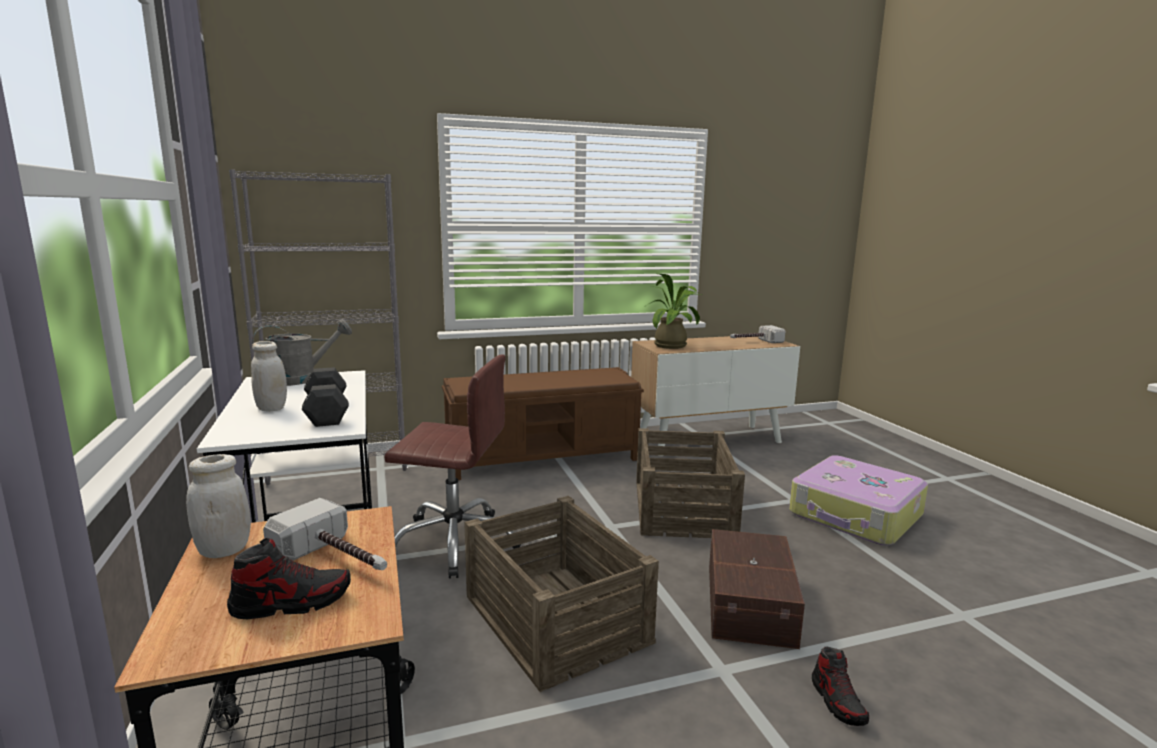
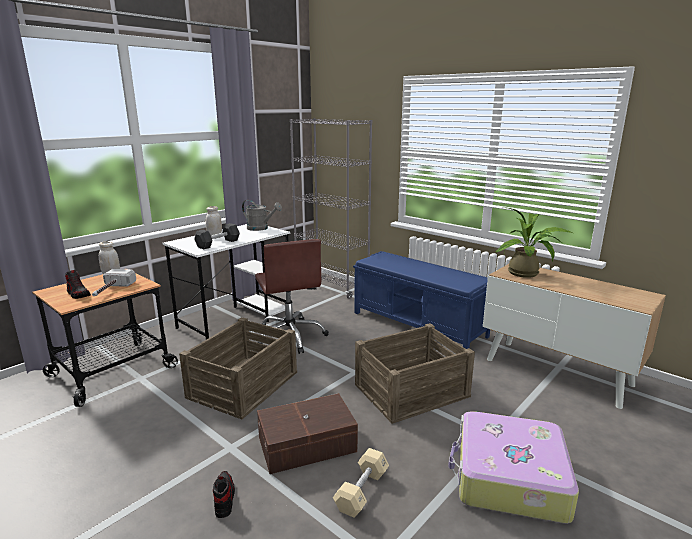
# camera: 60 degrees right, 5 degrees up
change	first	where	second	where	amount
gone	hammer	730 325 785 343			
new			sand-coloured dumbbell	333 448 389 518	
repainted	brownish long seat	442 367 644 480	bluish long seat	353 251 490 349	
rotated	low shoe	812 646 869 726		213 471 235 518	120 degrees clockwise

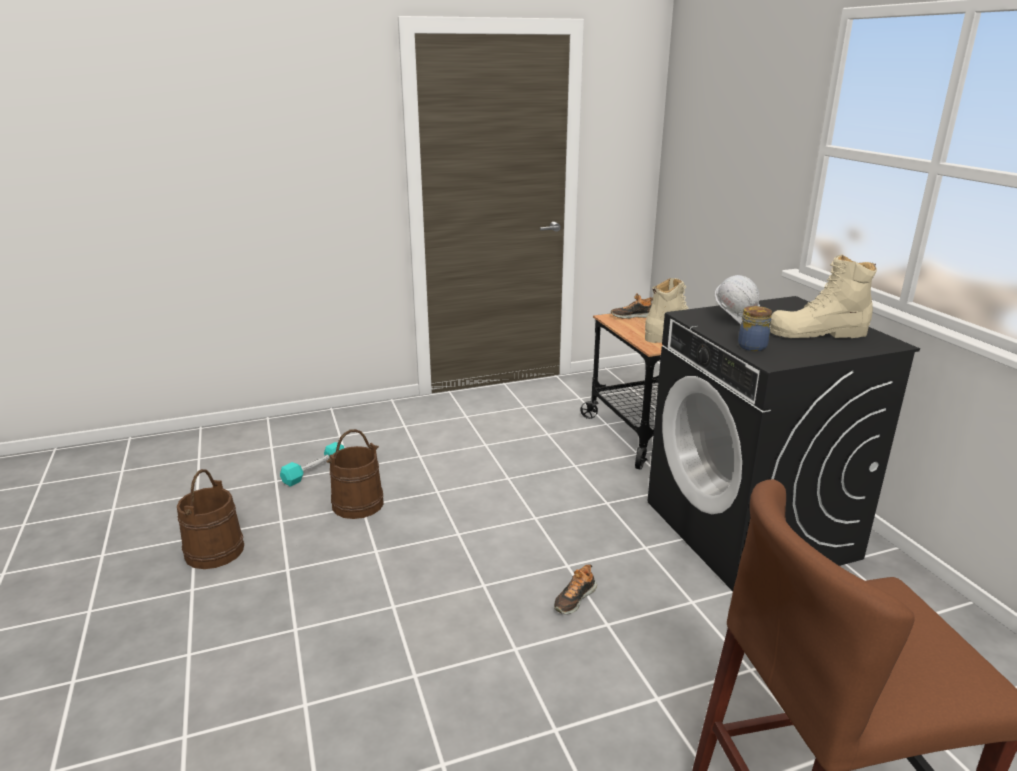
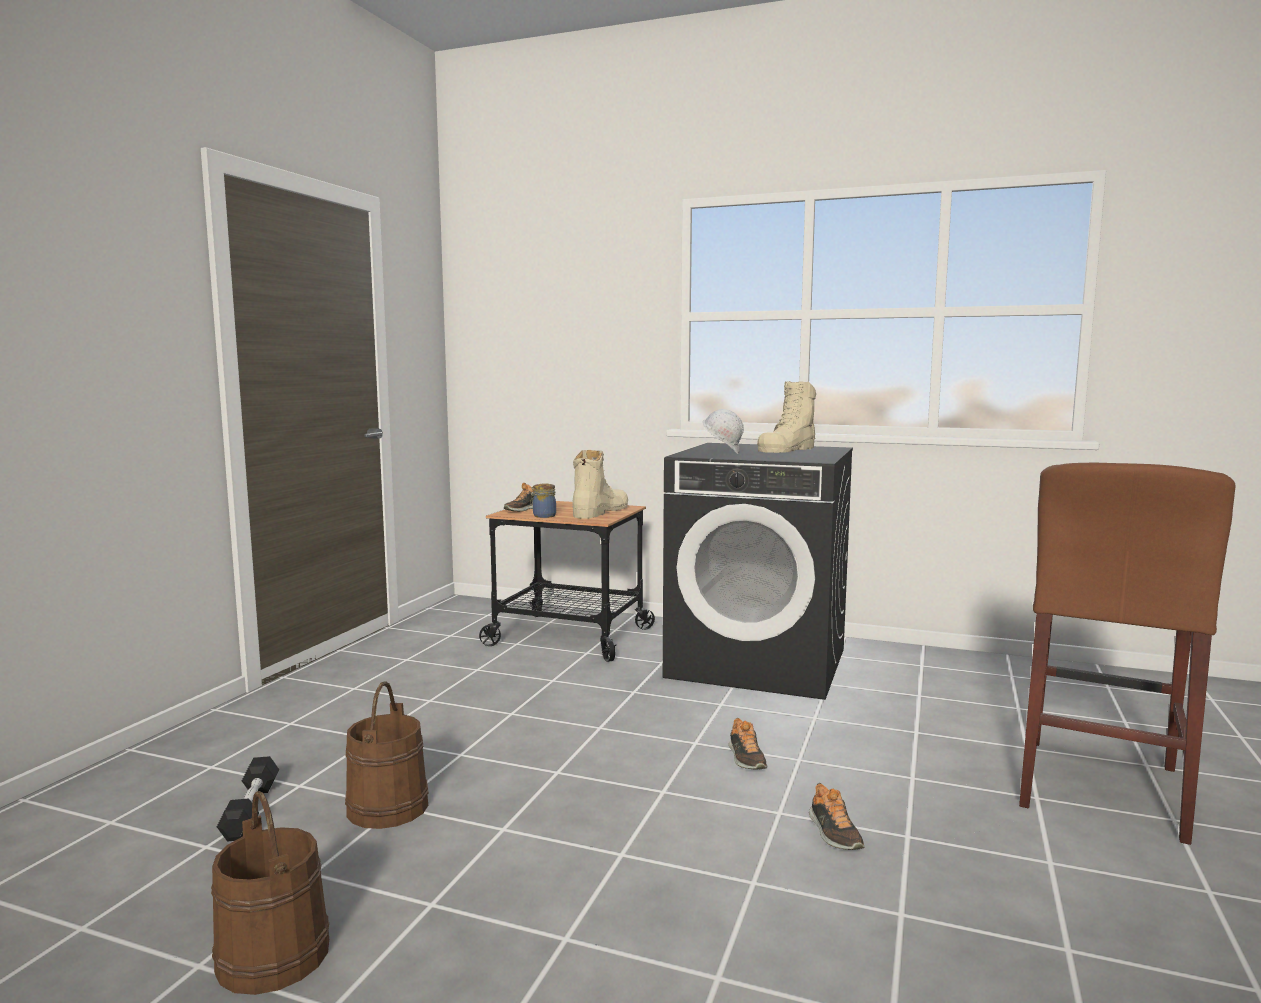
# camera: 50 degrees left, 15 degrees down
change	first	where	second	where	amount
new			low shoe	809 783 865 850	
shifted	jar	738 306 772 351		530 484 556 518	
repainted	turquoise-coloured dumbbell	280 442 344 487	black-coloured dumbbell	217 756 279 842	

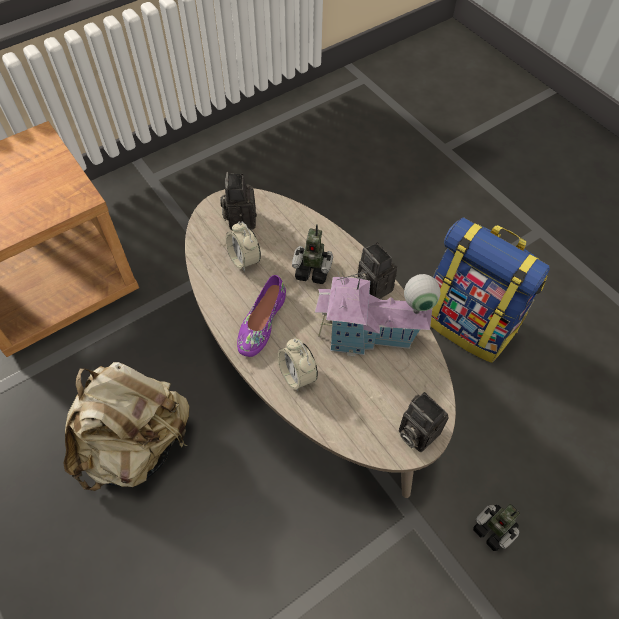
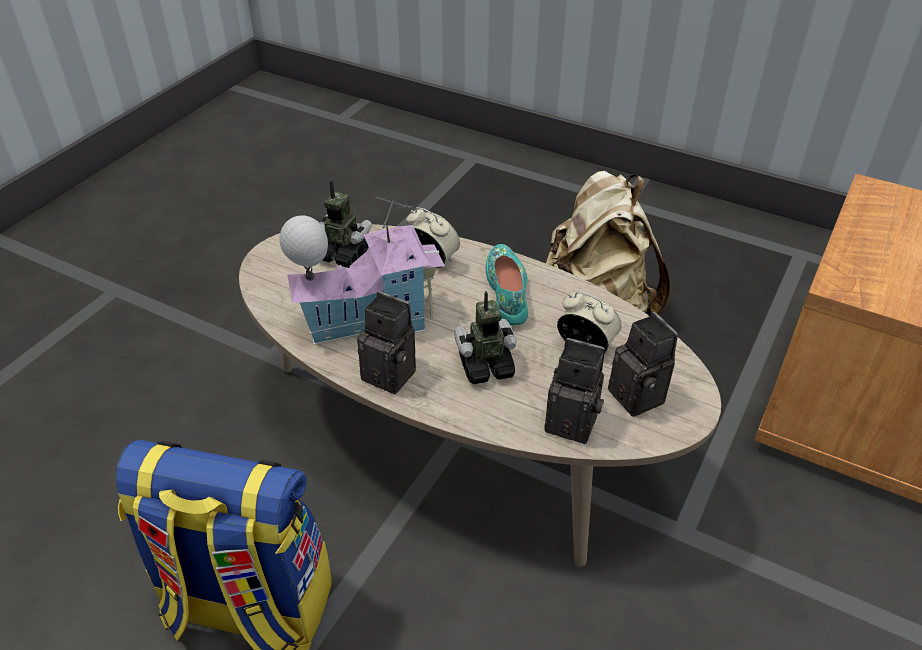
# camera: 155 degrees right, 15 degrees down
change	first	where	second	where	amount
shifted	still camera	399 392 448 452		544 338 605 444	
shifted	robot figure	473 504 520 551		319 180 372 268	
repainted	purplish low shoe	237 275 286 357	turquoise-coloured low shoe	486 244 528 325	

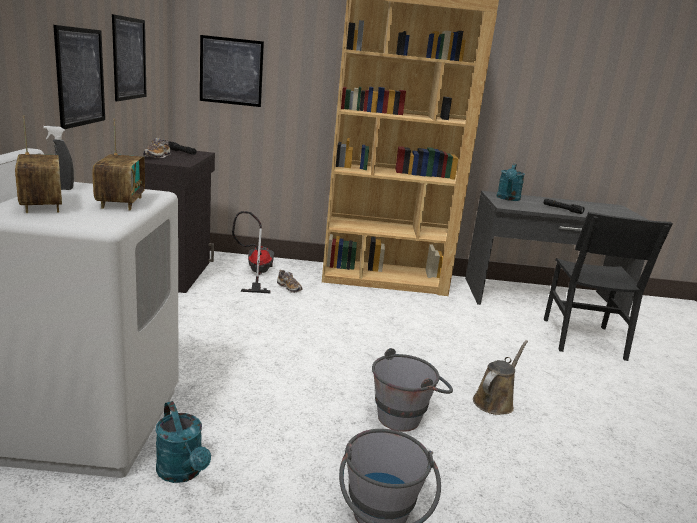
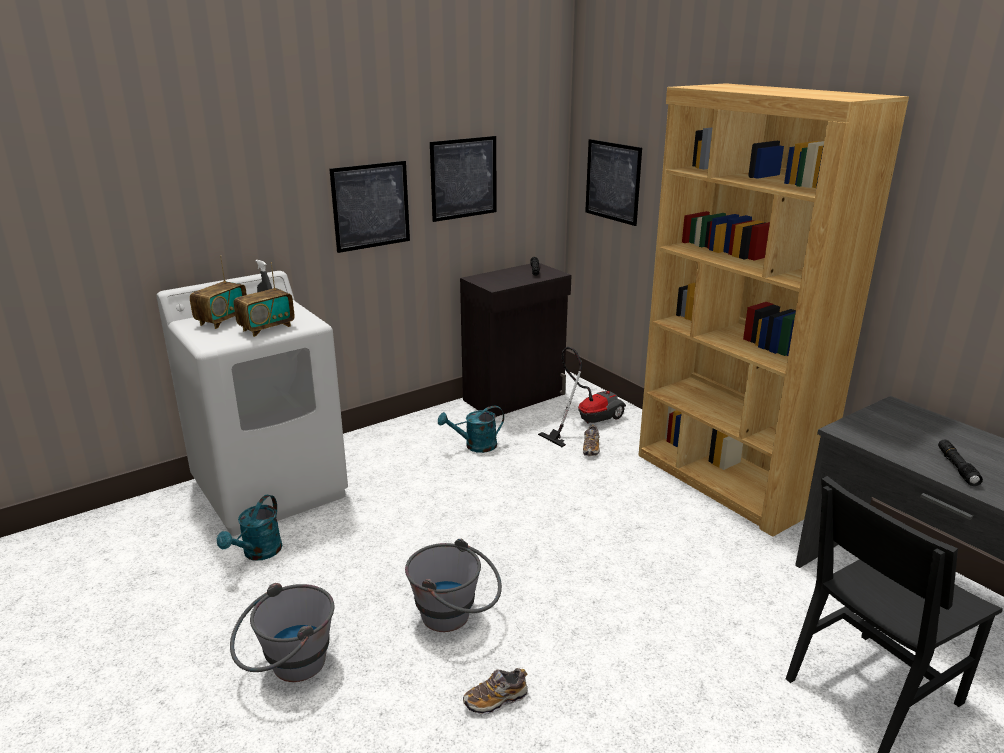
# camera: 55 degrees right, 5 degrees up
change	first	where	second	where	amount
gone	brownish watering can	473 340 528 415			
shifted	low shoe	143 138 171 158		463 668 528 714	
shifted	turquoise-coloured watering can	497 163 525 201		438 406 504 453	

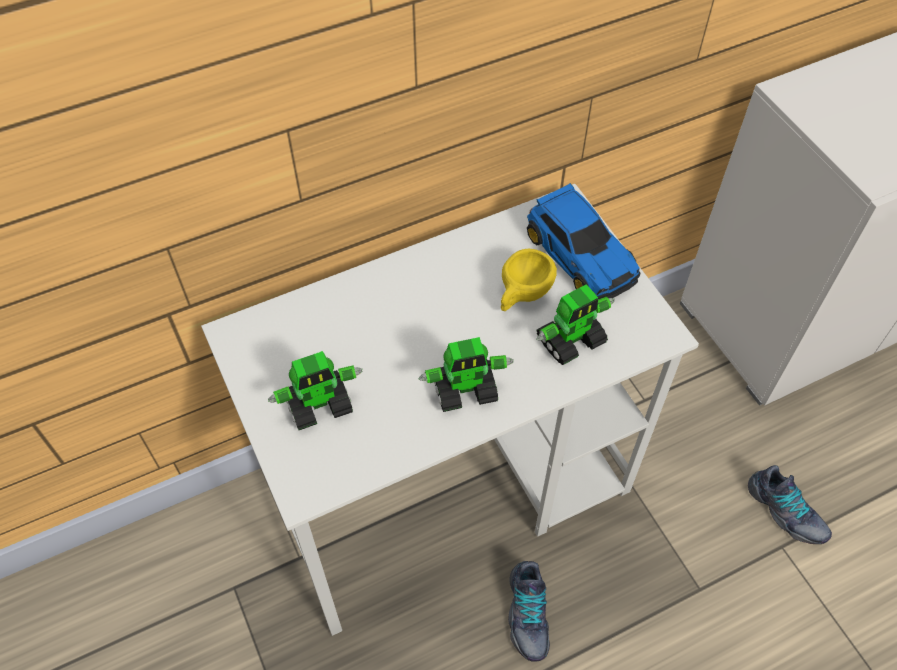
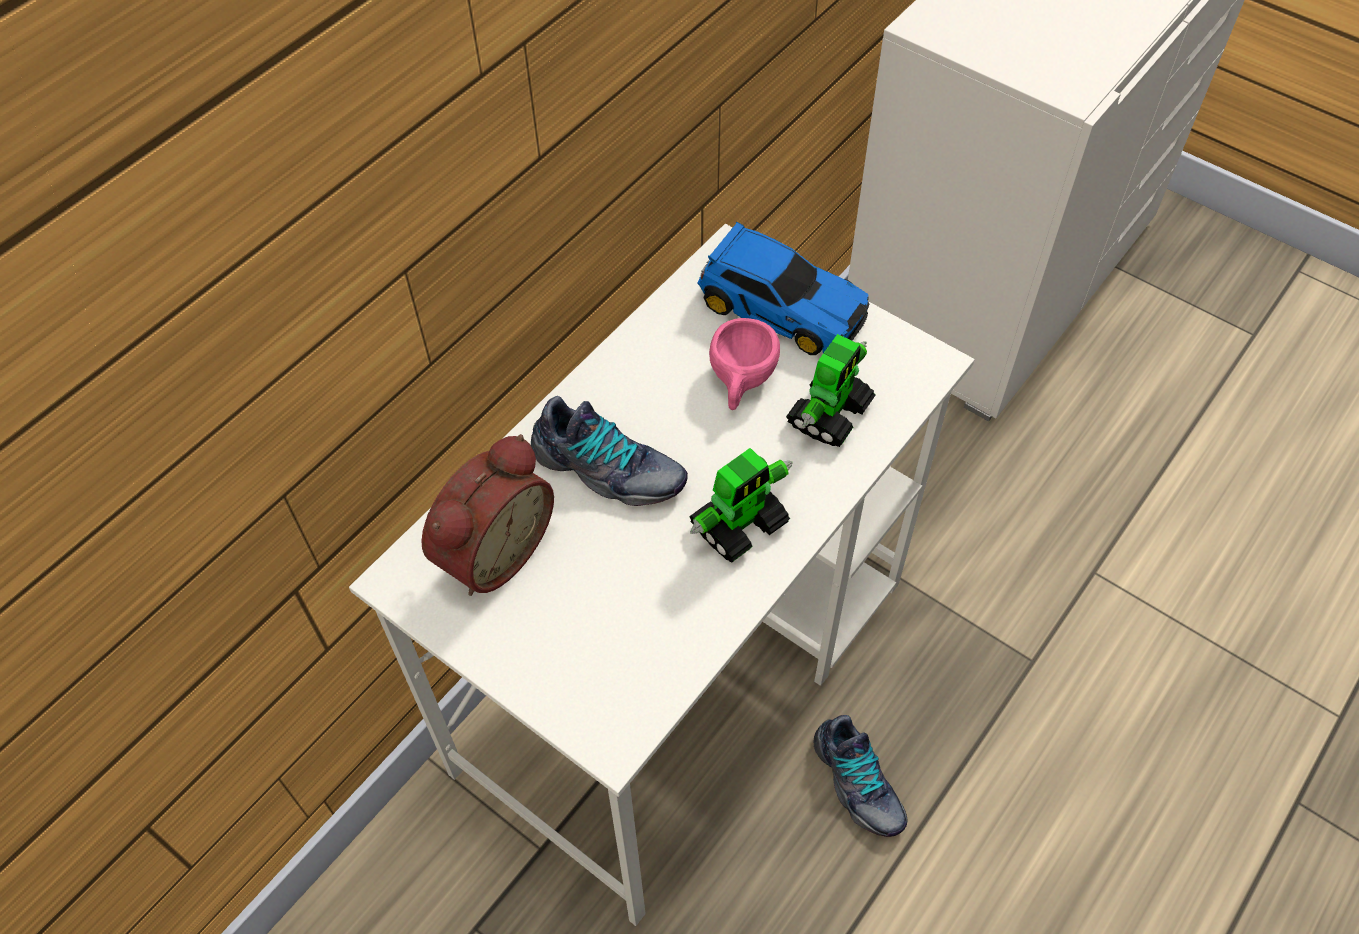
# camera: 25 degrees left, 0 degrees up
change	first	where	second	where	amount
gone	robot figure	268 351 363 430			
new			alarm clock	421 434 554 596	
shifted	low shoe	748 465 832 544		531 396 688 506	
repainted	yellow small cup	501 249 557 311	pink small cup	709 318 780 410	

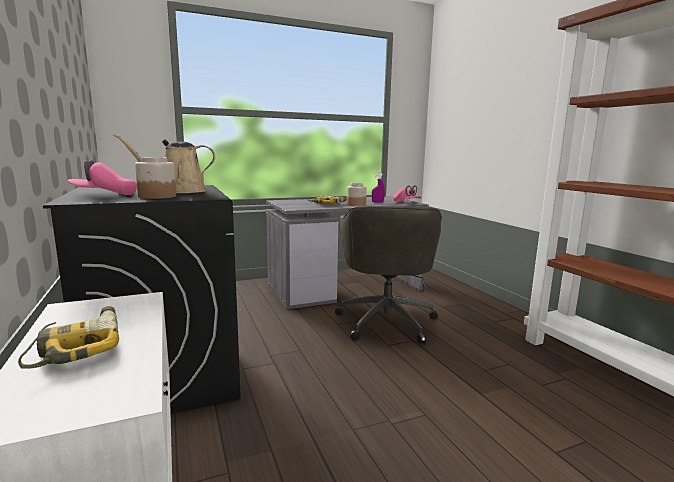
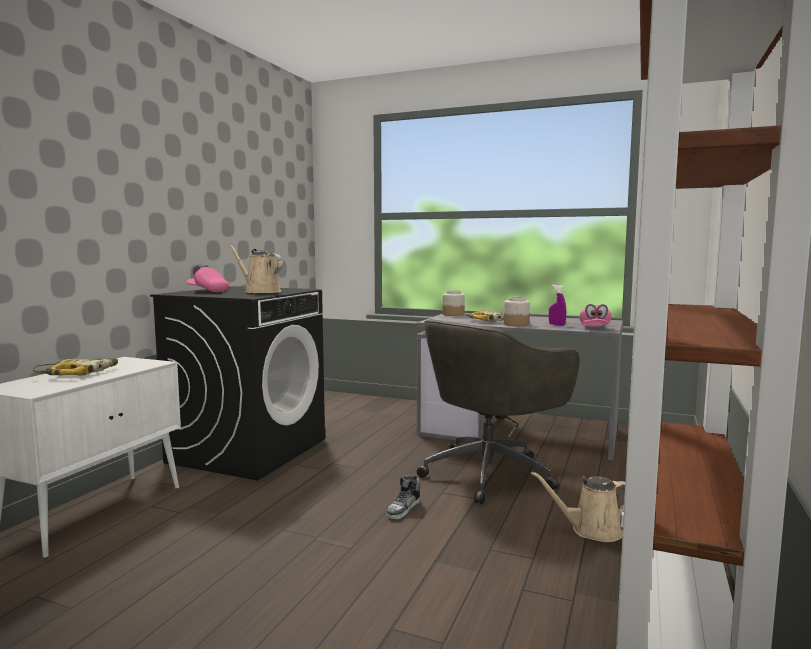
# camera: 45 degrees right, 5 degrees down
change	first	where	second	where	amount
new			low shoe	386 475 420 519	
new			sand-coloured watering can	531 471 625 542	
shifted	jar	135 157 176 199		443 290 465 316	

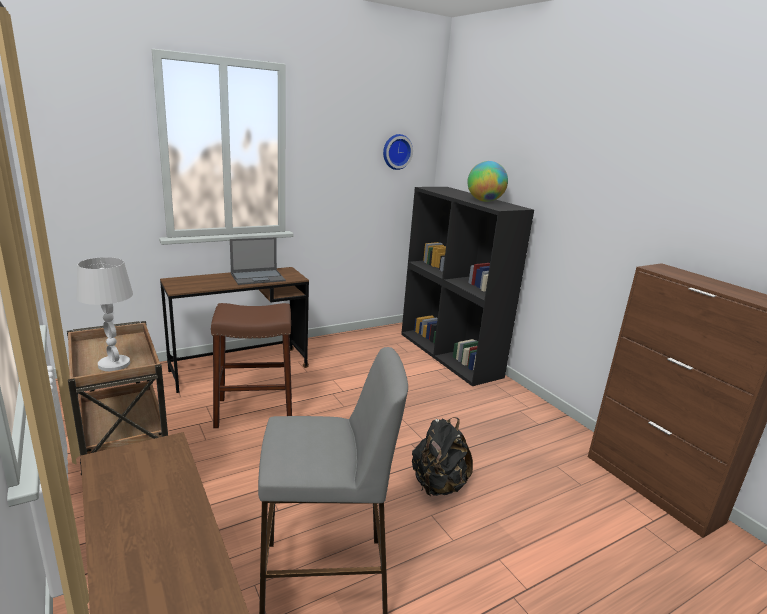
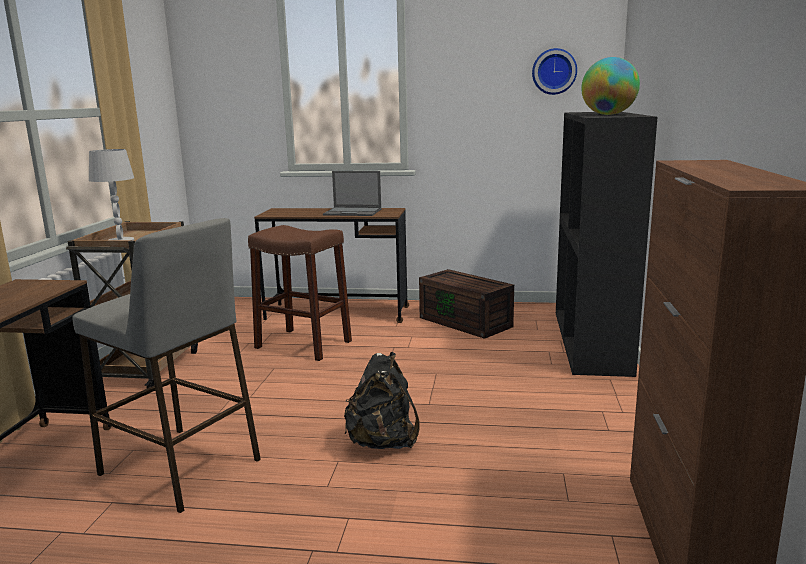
# camera: 40 degrees right, 5 degrees down
change	first	where	second	where	amount
new			brownish storage bin	419 269 514 339	

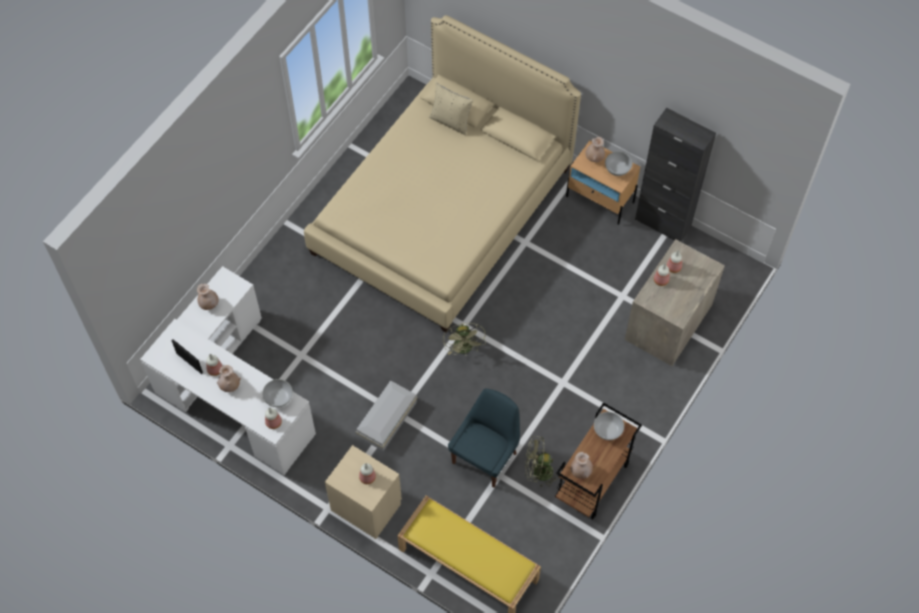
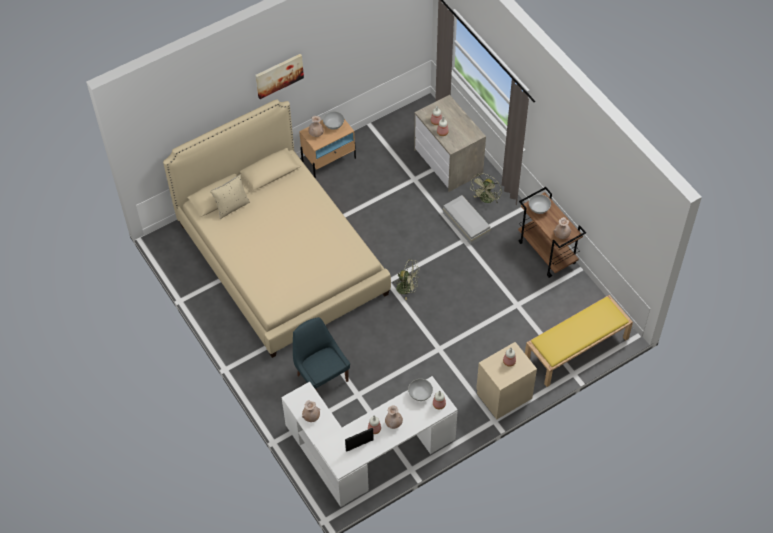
# camera: 65 degrees left, 5 degrees down
change	first	where	second	where	amount
gone	black-coloured cabinet	635 108 716 242			
new			picture	255 54 304 99	
shifted	whitish storage bin	356 380 417 451		443 195 491 245	
shifted	bluish upright chair	448 388 520 488		293 317 350 391	
shifted	greenish fan	525 436 559 488		471 173 502 203	

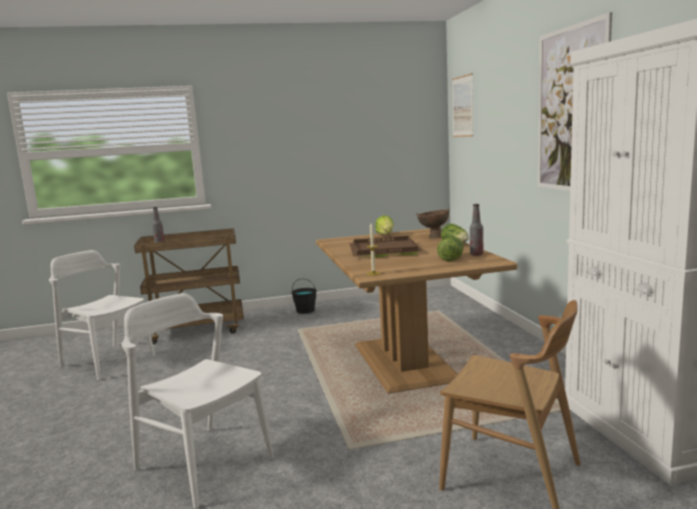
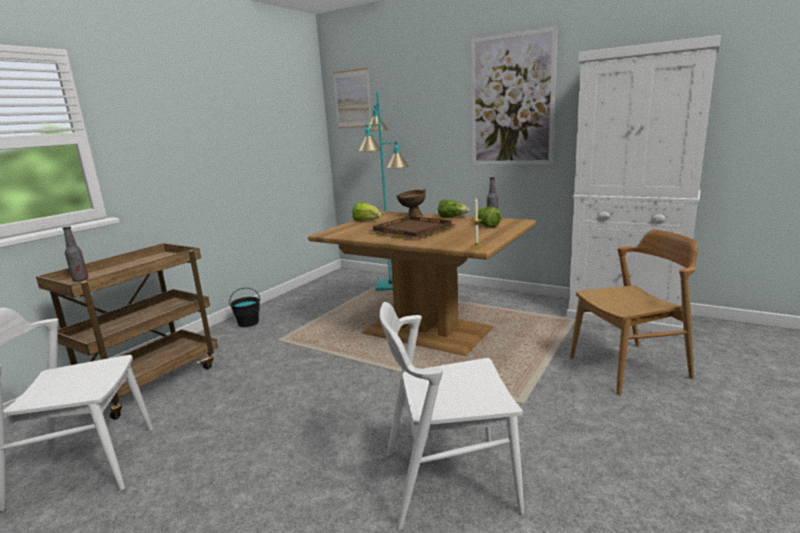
# camera: 45 degrees left, 5 degrees up
change	first	where	second	where	amount
new			turquoise-coloured standing lamp	359 92 409 291	

